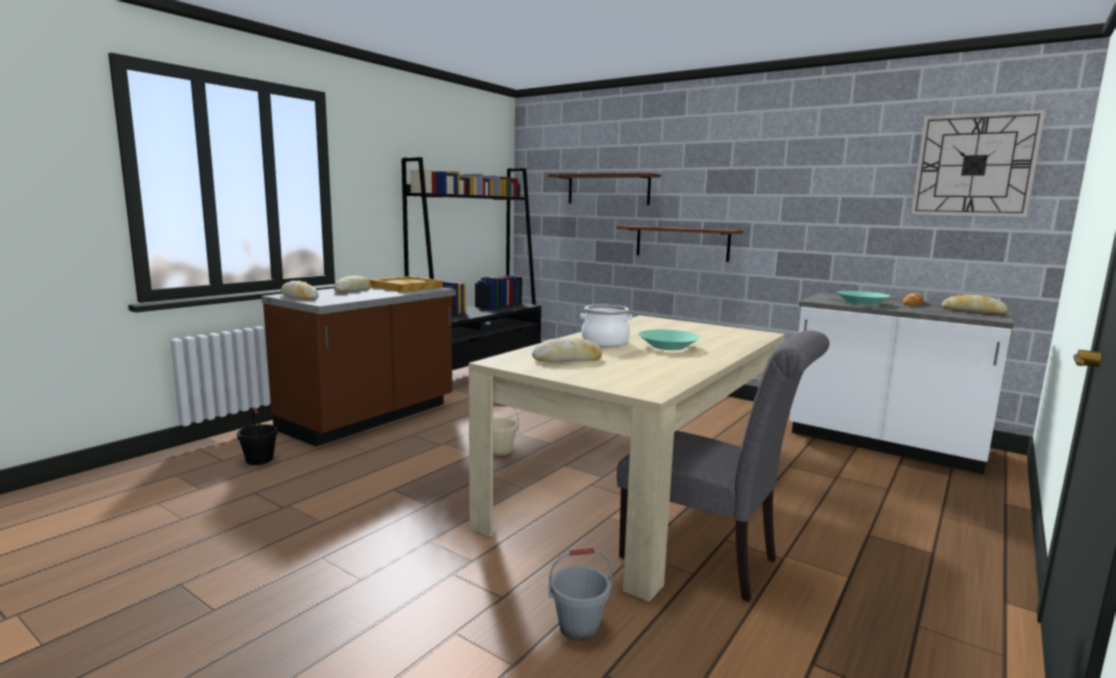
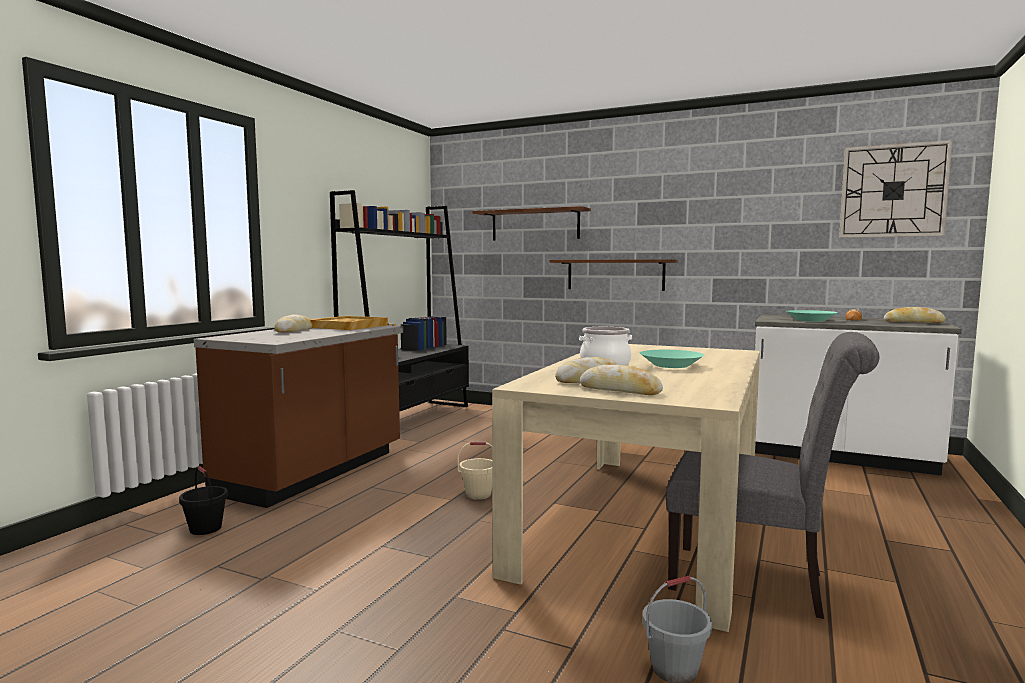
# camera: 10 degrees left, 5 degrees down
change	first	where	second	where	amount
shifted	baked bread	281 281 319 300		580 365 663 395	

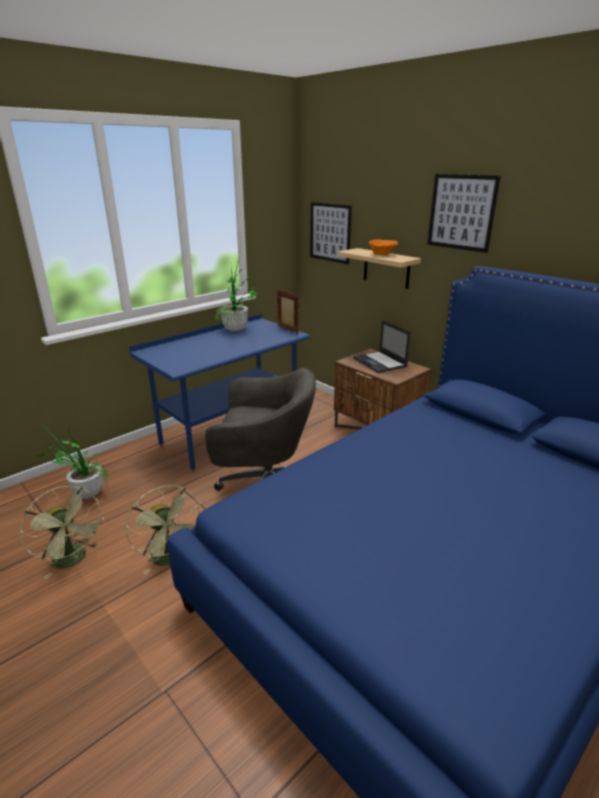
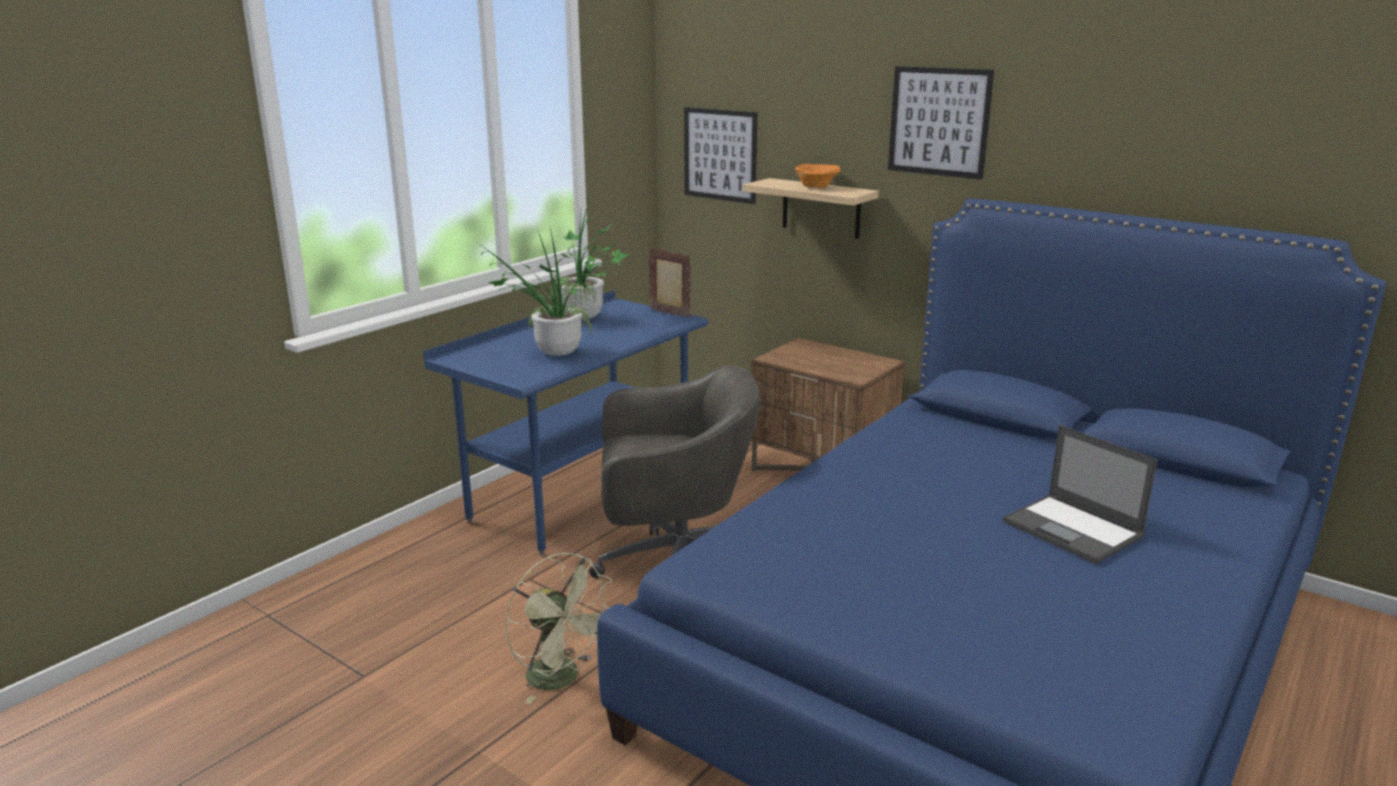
# camera: 10 degrees left, 5 degrees down
change	first	where	second	where	amount
gone	greenish fan	20 486 105 579			
shifted	potted plant	36 425 111 499		478 224 593 356	
shifted	laptop	353 320 411 373		1003 425 1157 564	

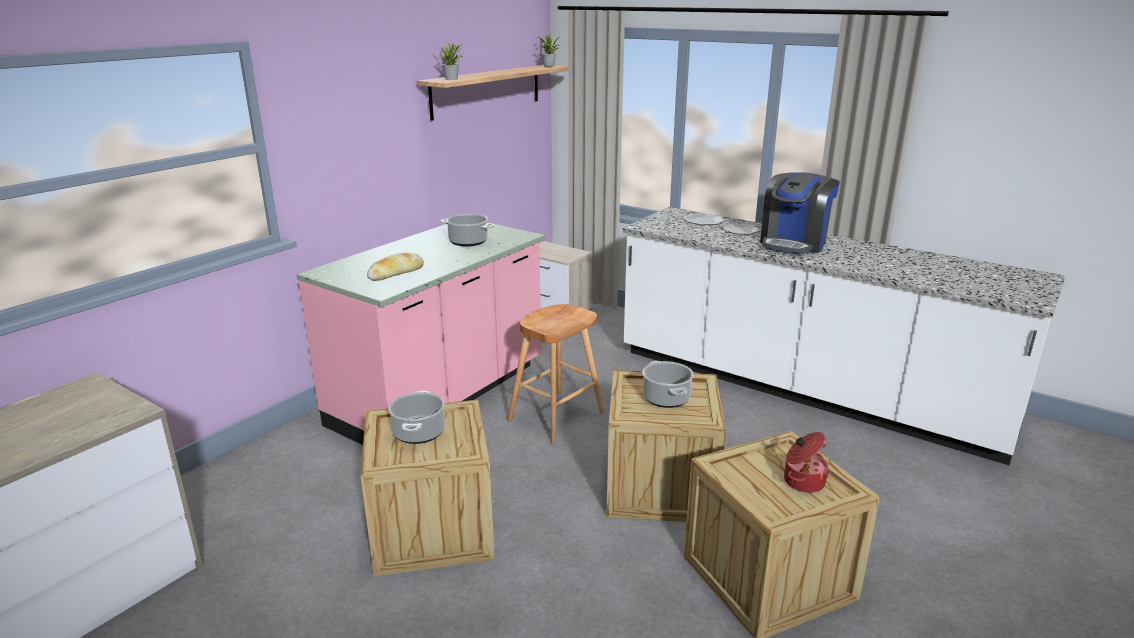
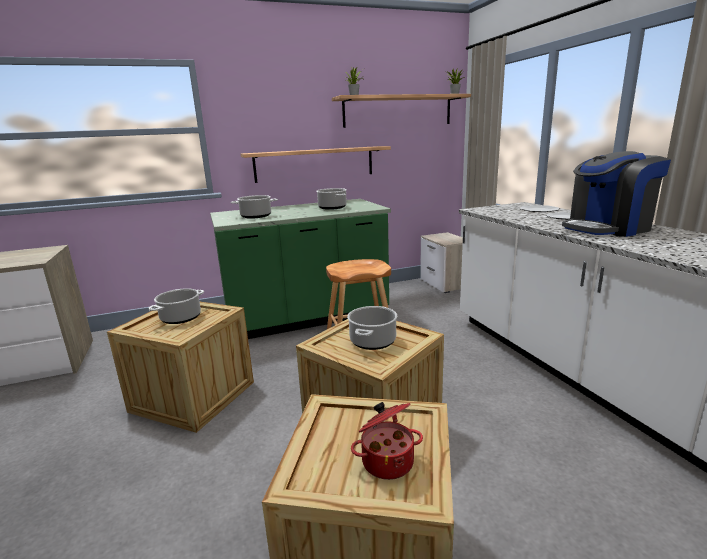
# camera: 35 degrees right, 5 degrees down
change	first	where	second	where	amount
new			wall shelf	240 146 391 183	
swapped	baked bread	367 252 424 281	cooking pot	231 195 278 219	
repainted	pink counter	296 222 545 445	greenish counter	210 199 391 339	

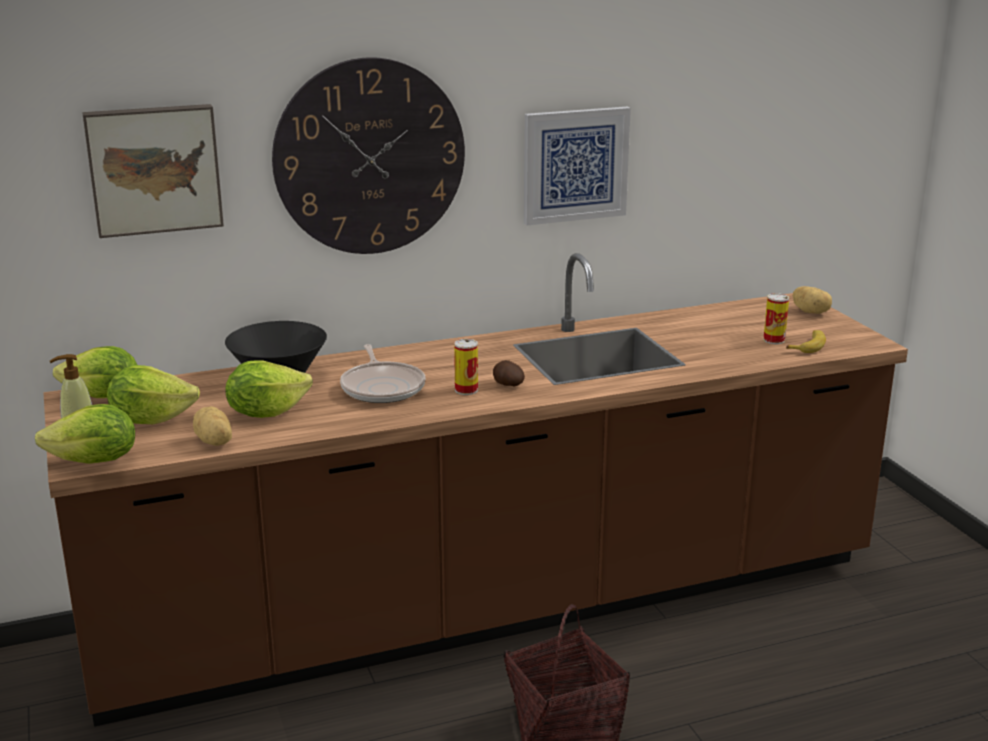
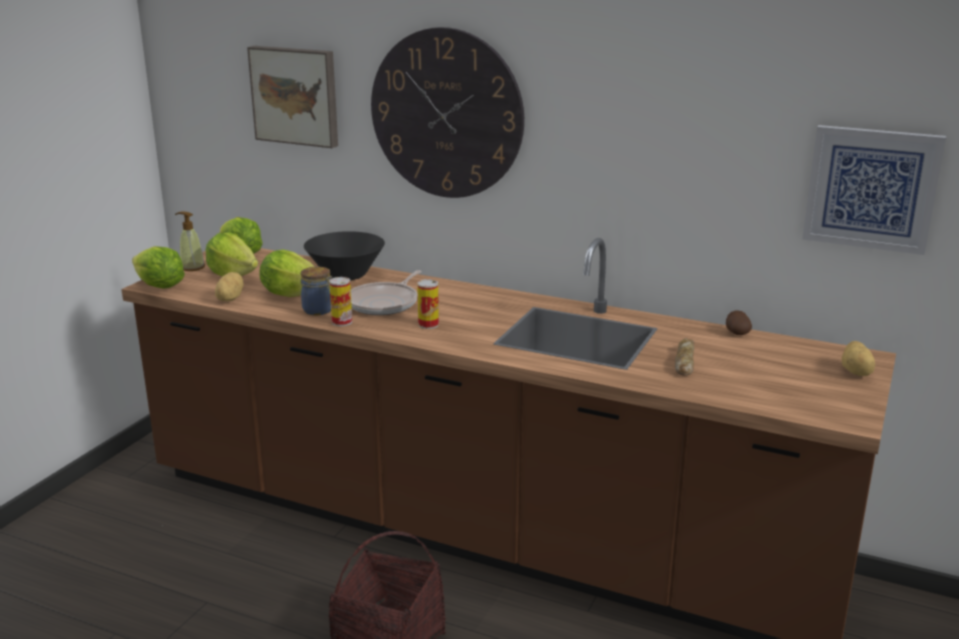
# camera: 45 degrees right, 0 degrees up
change	first	where	second	where	amount
gone	whole banana	786 330 826 353			
new			jar	301 267 332 315	
new			baked bread	675 338 695 376	
shifted	whole potato	493 360 525 386		726 310 752 335	
shifted	picture	524 107 631 225		802 125 946 255	
shifted	can	763 293 789 344		329 277 352 326	

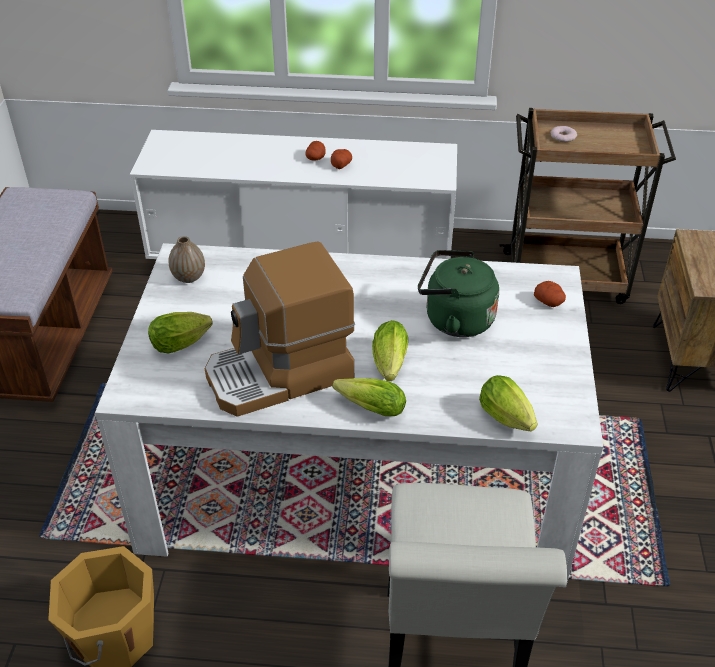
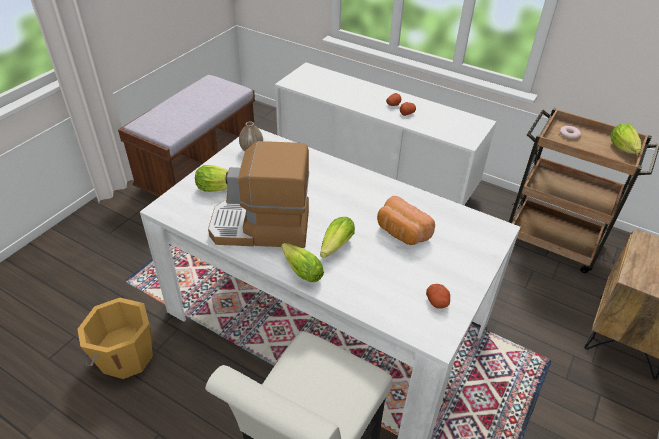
# camera: 25 degrees right, 0 degrees up
change	first	where	second	where	amount
shifted	lettuce	479 375 538 431		610 123 641 154	
shifted	whole potato	534 281 566 307		426 284 450 309	
swapped	greenish water kettle	418 250 499 337	baked bread	377 196 435 245	

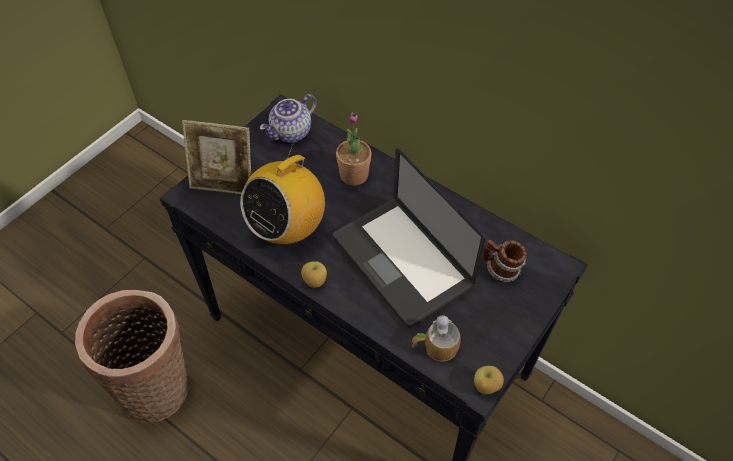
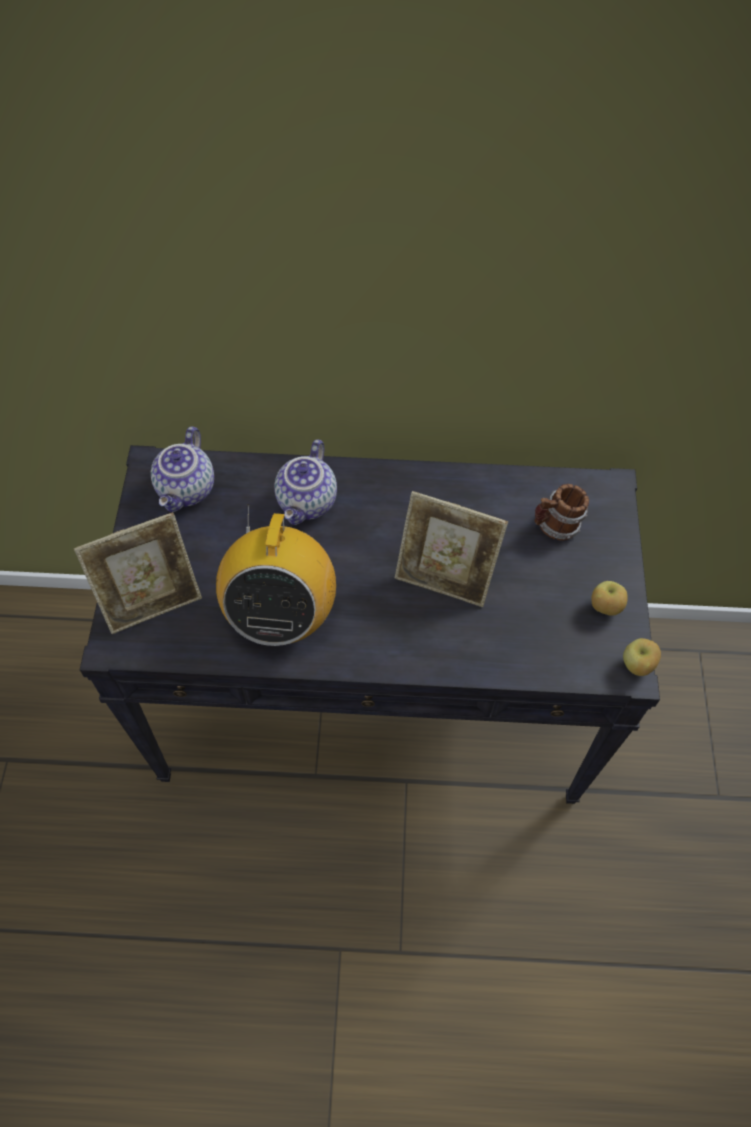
# camera: 35 degrees left, 5 degrees up
change	first	where	second	where	amount
gone	household basket	75 290 188 423			
gone	tea mug	412 315 461 362			
shifted	whole apple	301 262 327 288		591 581 628 616	
swapped	laptop	333 148 486 328	picture frame	395 491 508 607	
swapped	potted plant	336 113 372 186	tea pot	274 439 337 525	

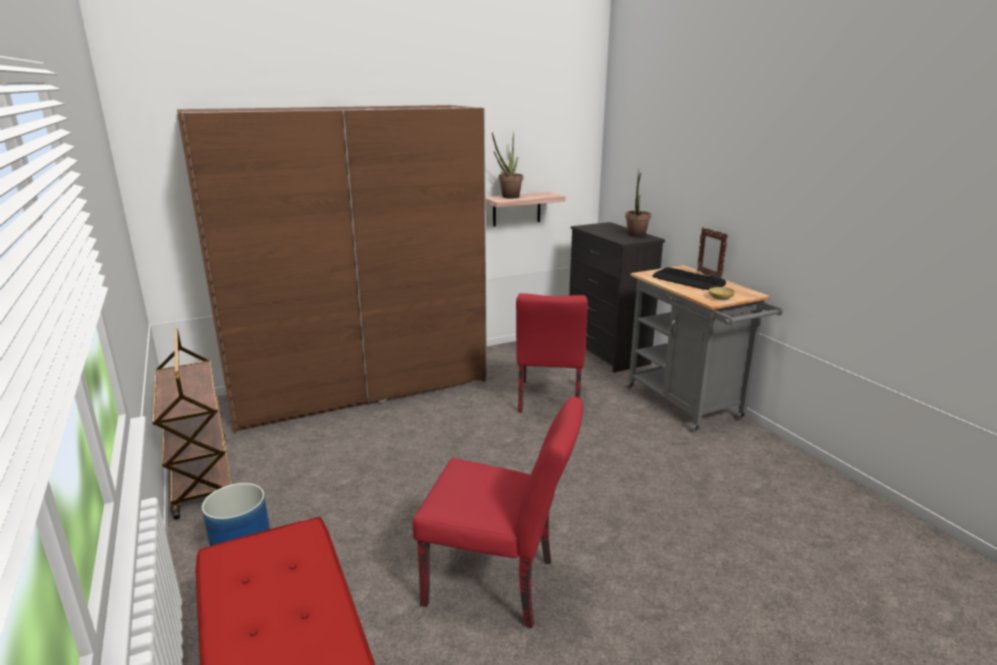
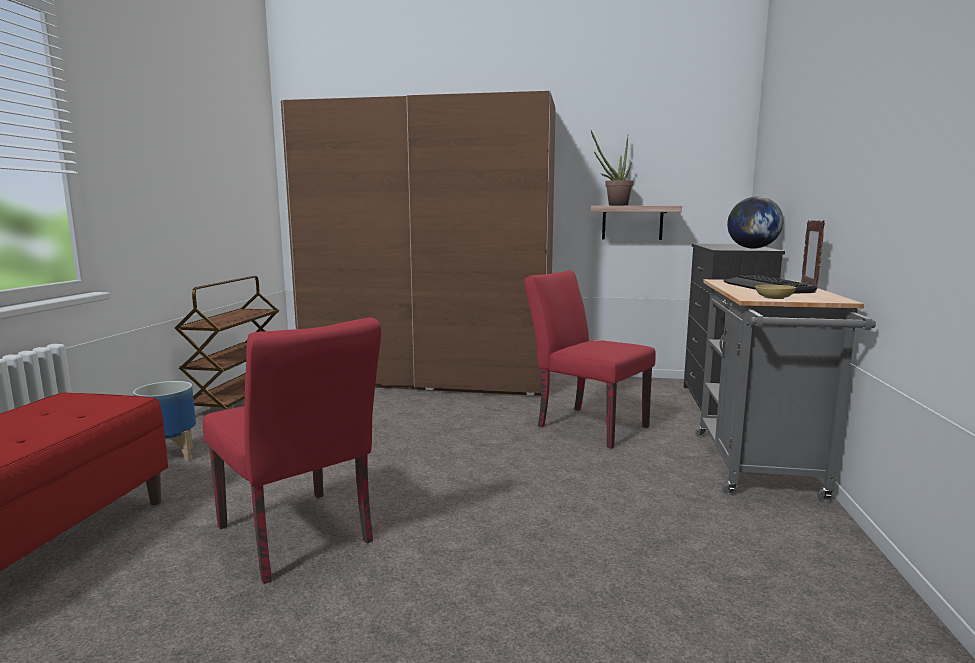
# camera: 35 degrees right, 10 degrees down
change	first	where	second	where	amount
swapped	potted plant	625 169 651 237	world globe	727 196 784 249	
rotated	red upright chair	516 293 588 413		524 271 656 449	90 degrees clockwise

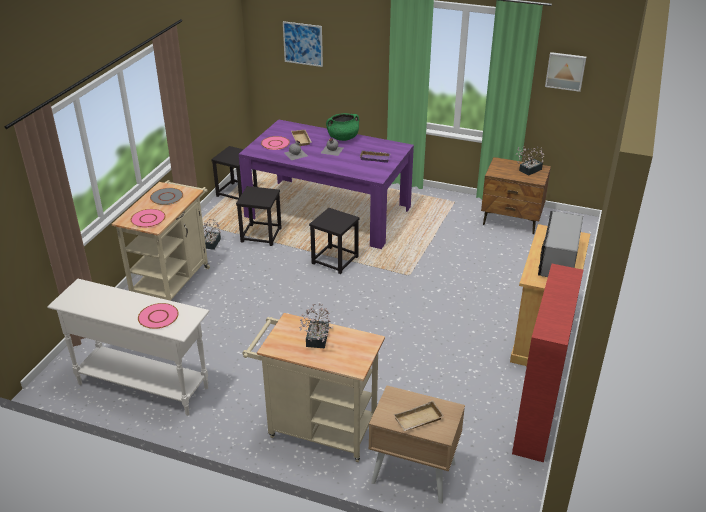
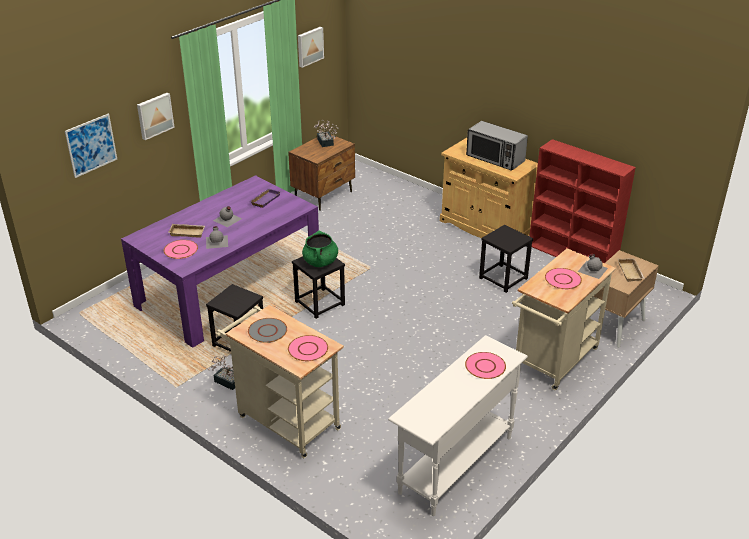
# camera: 70 degrees left, 0 degrees up
change	first	where	second	where	amount
new			picture	137 93 175 140	
new			grey bottle	578 254 608 279	
shifted	black-coloured stool	211 146 257 200		479 225 533 293	
shifted	greenish cooking pot	326 113 359 141		302 231 338 267	
swapped	potted plant	299 303 333 348	pink flat dish	545 268 582 290	

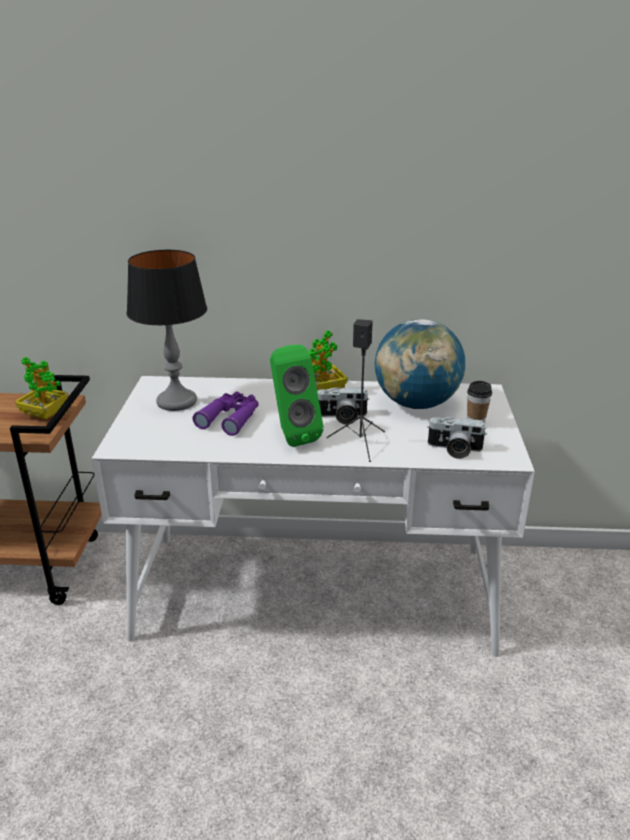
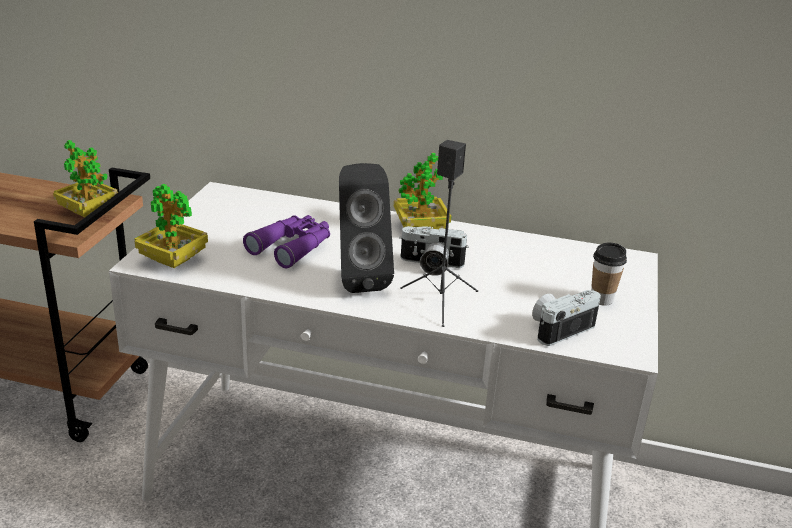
# camera: 10 degrees right, 0 degrees up
change	first	where	second	where	amount
gone	tabletop lamp	126 250 207 411			
gone	world globe	375 319 465 409			
new			potted plant	134 184 208 268	
repainted	greenish speaker	270 345 324 447	black-coloured speaker	339 163 394 293	
rotated	still camera	427 417 487 459		532 290 601 346	120 degrees clockwise

